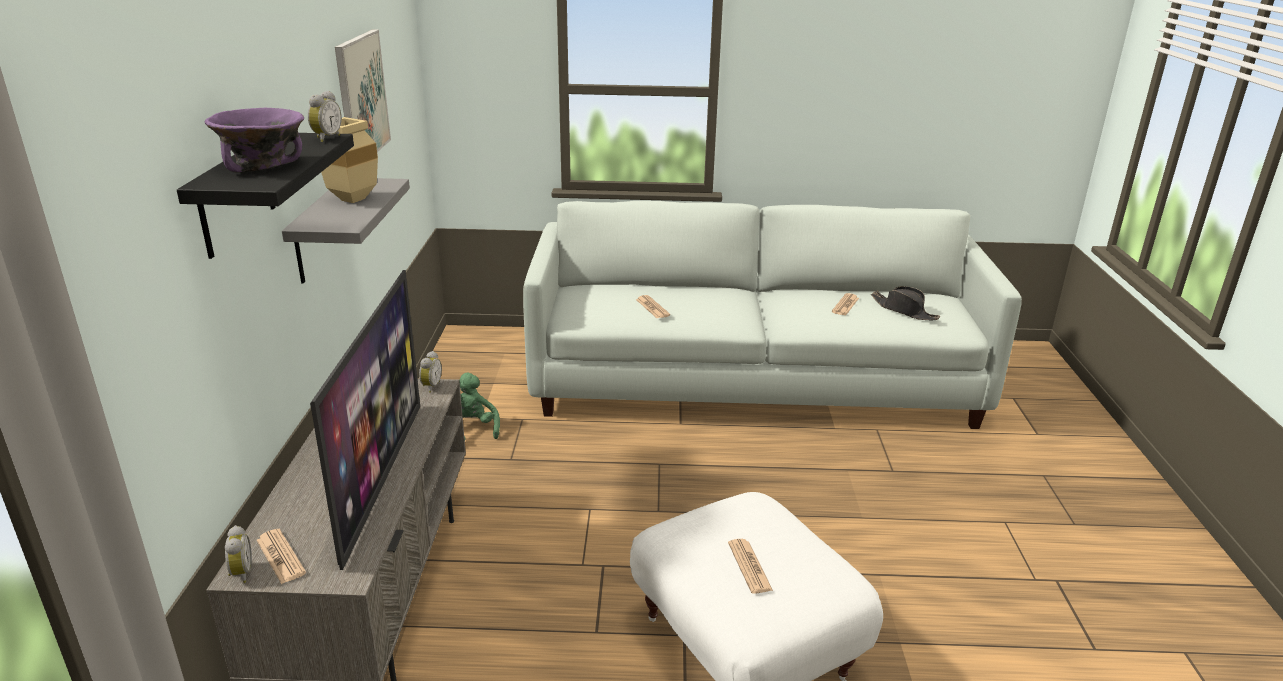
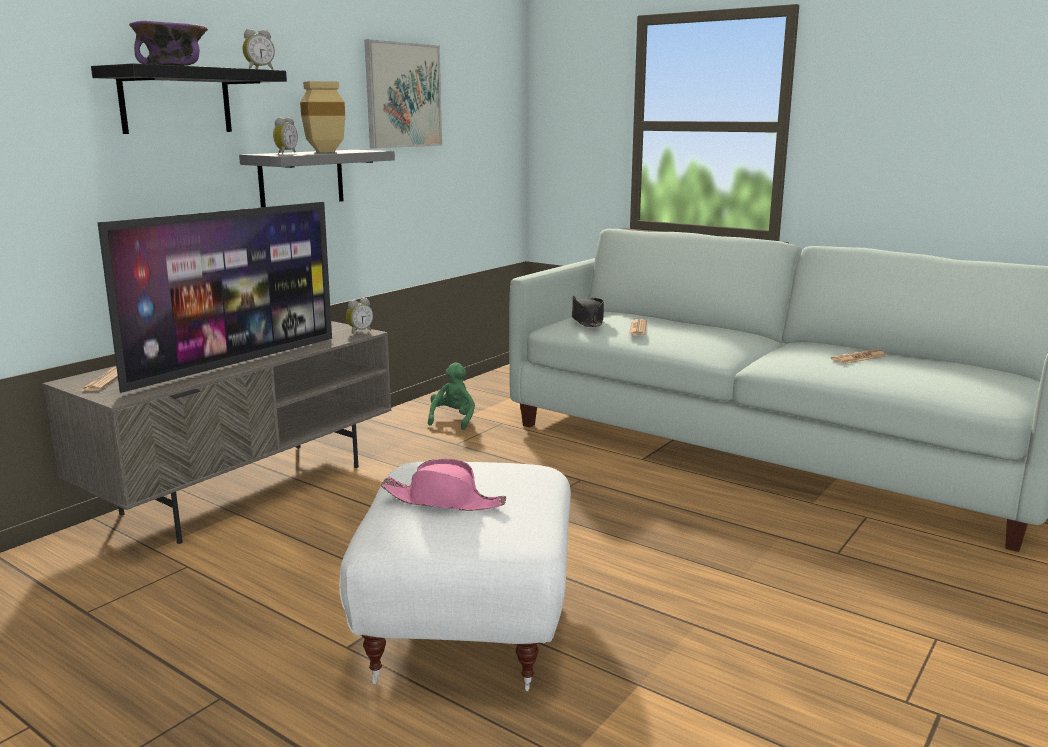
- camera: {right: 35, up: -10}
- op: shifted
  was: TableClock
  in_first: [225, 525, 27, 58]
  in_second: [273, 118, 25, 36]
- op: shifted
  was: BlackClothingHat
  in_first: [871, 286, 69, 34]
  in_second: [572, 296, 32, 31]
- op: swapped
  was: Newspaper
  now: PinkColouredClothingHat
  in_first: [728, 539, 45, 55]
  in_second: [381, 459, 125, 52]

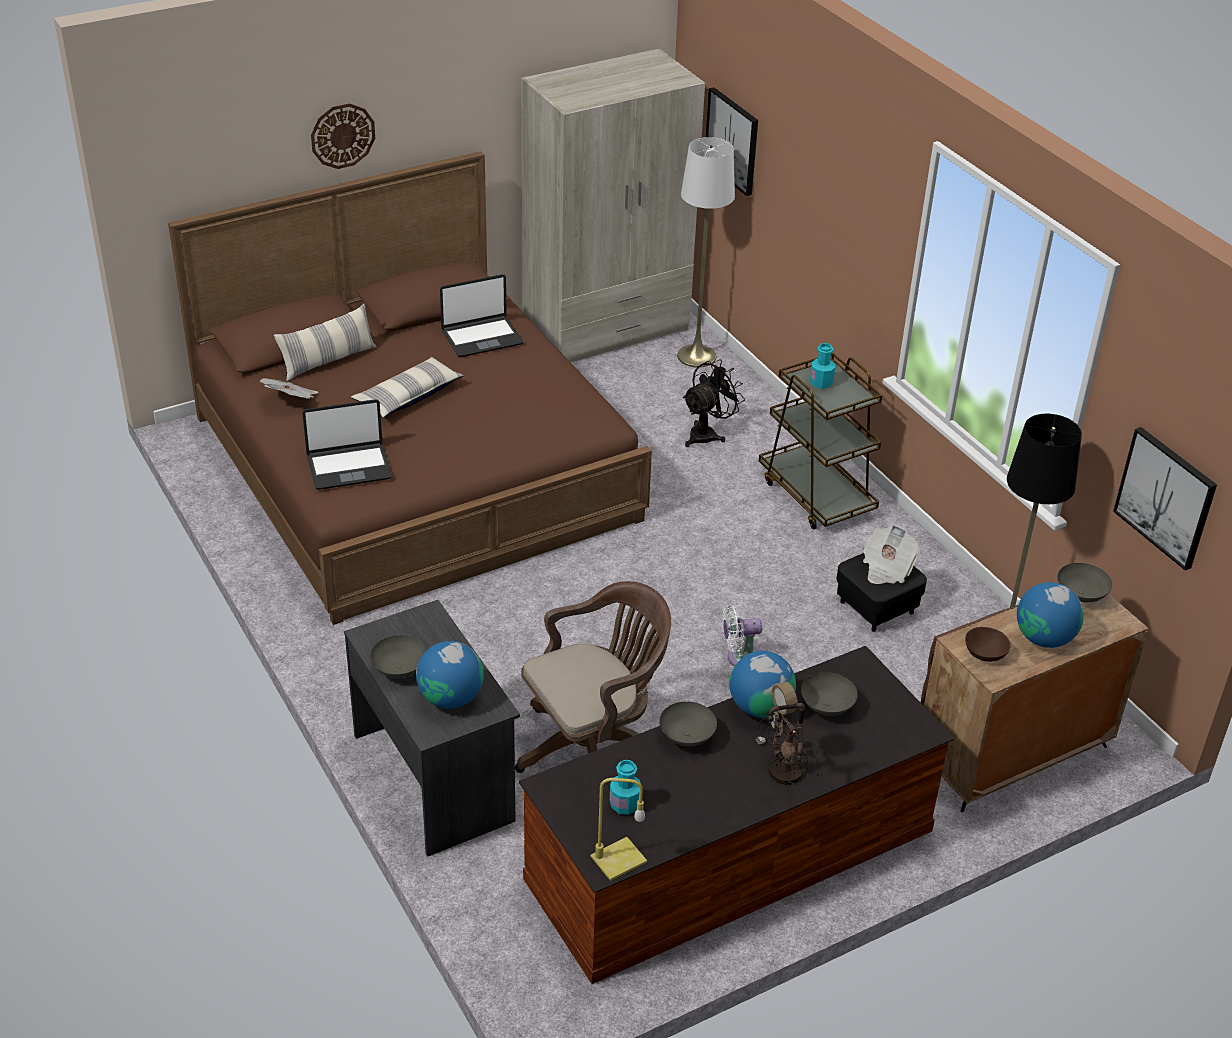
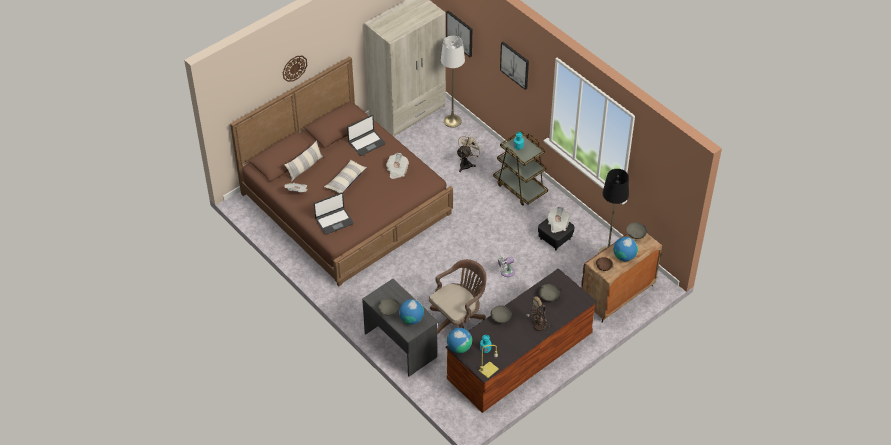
- camera: {right: -10, up: 10}
- op: new
  now: Newspaper
  in_second: [386, 153, 23, 26]
- op: shifted
  was: DeskGlobe
  in_first: [729, 651, 67, 67]
  in_second: [447, 328, 25, 25]
- op: shifted
  was: WallArt
  in_first: [1113, 427, 104, 144]
  in_second: [500, 42, 29, 48]
- op: repainted
  was: BlackCoolingFan
  now: SandColouredCoolingFan
  in_first: [683, 359, 62, 88]
  in_second: [456, 134, 27, 38]

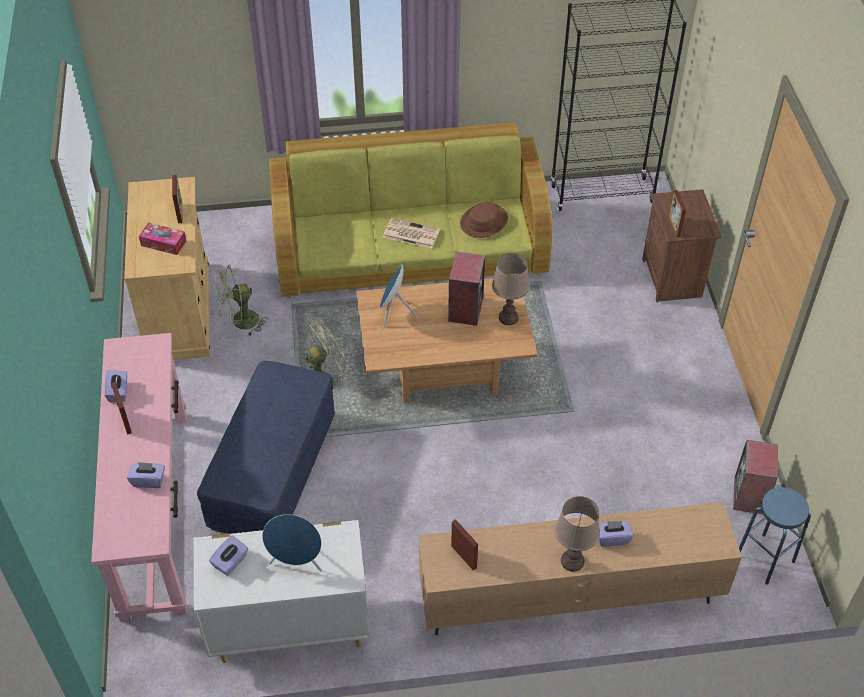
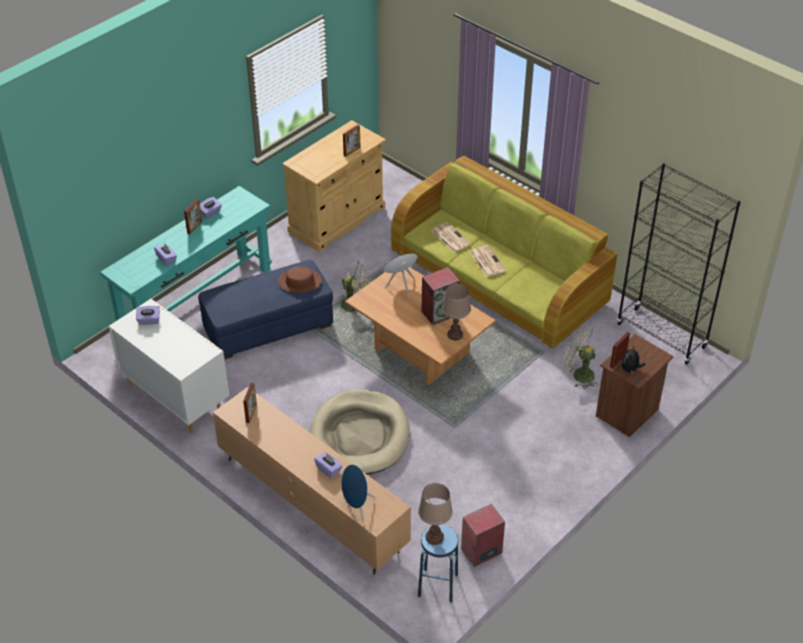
- camera: {right: 50, up: -5}
- op: gone
  was: TissueHolder
  in_first: [139, 222, 47, 33]
- op: new
  now: SandColouredDogCushion
  in_second: [309, 390, 101, 85]
- op: new
  now: Newspaper
  in_second: [432, 222, 39, 30]
- op: new
  now: SoftToy
  in_second: [621, 345, 24, 29]
- op: shifted
  was: GreenColouredCoolingFan
  in_first: [214, 265, 54, 72]
  in_second: [562, 326, 36, 63]
- op: shifted
  was: BlueLoudspeaker
  in_first: [262, 514, 60, 57]
  in_second: [341, 464, 35, 58]
- op: shifted
  was: BrownishClothingHat
  in_first: [460, 202, 48, 36]
  in_second: [278, 267, 44, 26]
- op: shifted
  was: BrownishTabletopLamp
  in_first: [555, 496, 45, 76]
  in_second: [418, 483, 35, 62]
- op: repainted
  was: PinkColouredHallTable
  now: BlueGreenHallTable
  in_first: [91, 333, 96, 289]
  in_second: [100, 186, 172, 135]

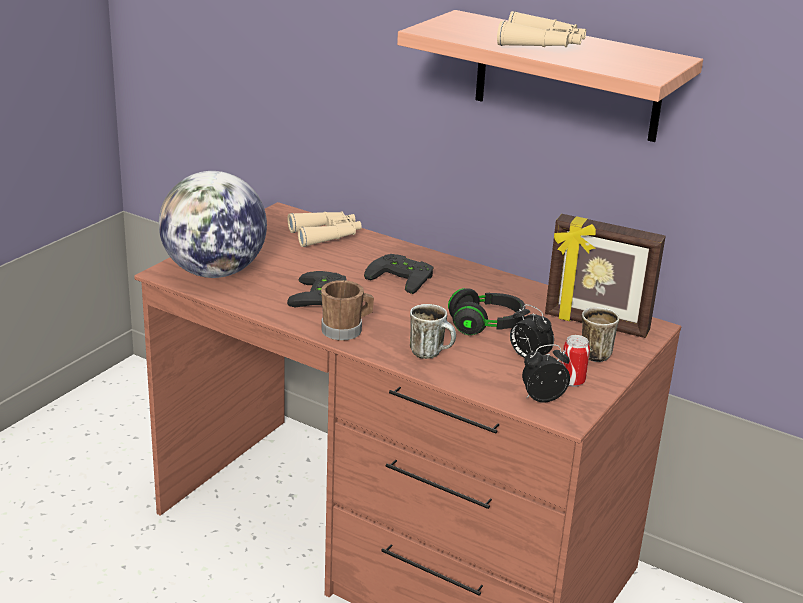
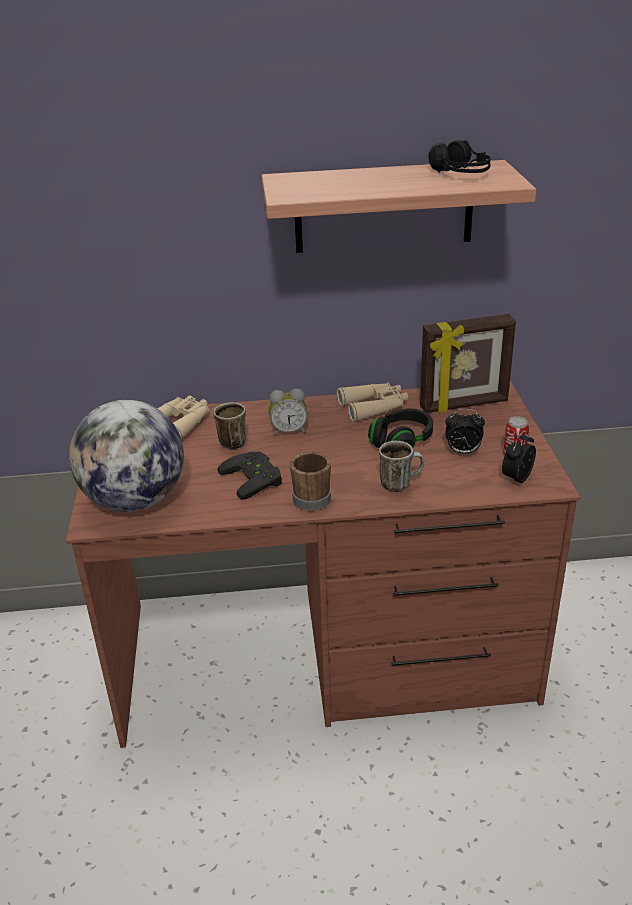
- camera: {right: -35, up: 5}
- op: new
  now: BlackHeadphones
  in_second: [428, 140, 63, 33]
- op: shifted
  was: SandColouredBinoculars
  in_first: [497, 11, 89, 36]
  in_second: [337, 383, 71, 39]
- op: shifted
  was: CoffeeMug
  in_first: [582, 307, 37, 55]
  in_second: [213, 402, 34, 47]
- op: swapped
  was: BlackGamepad
  now: TableClock
  in_first: [364, 254, 69, 40]
  in_second: [269, 389, 39, 47]

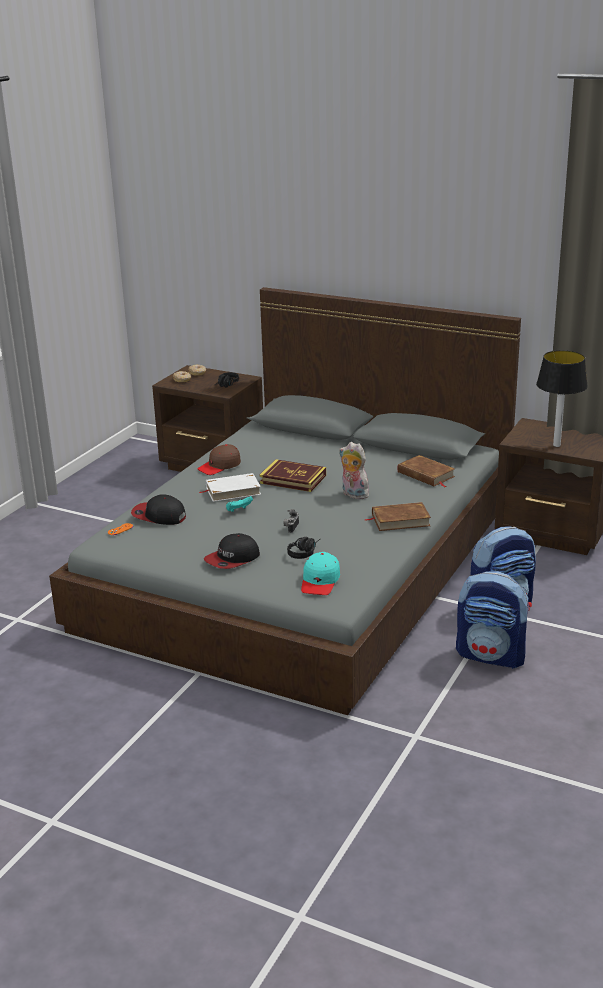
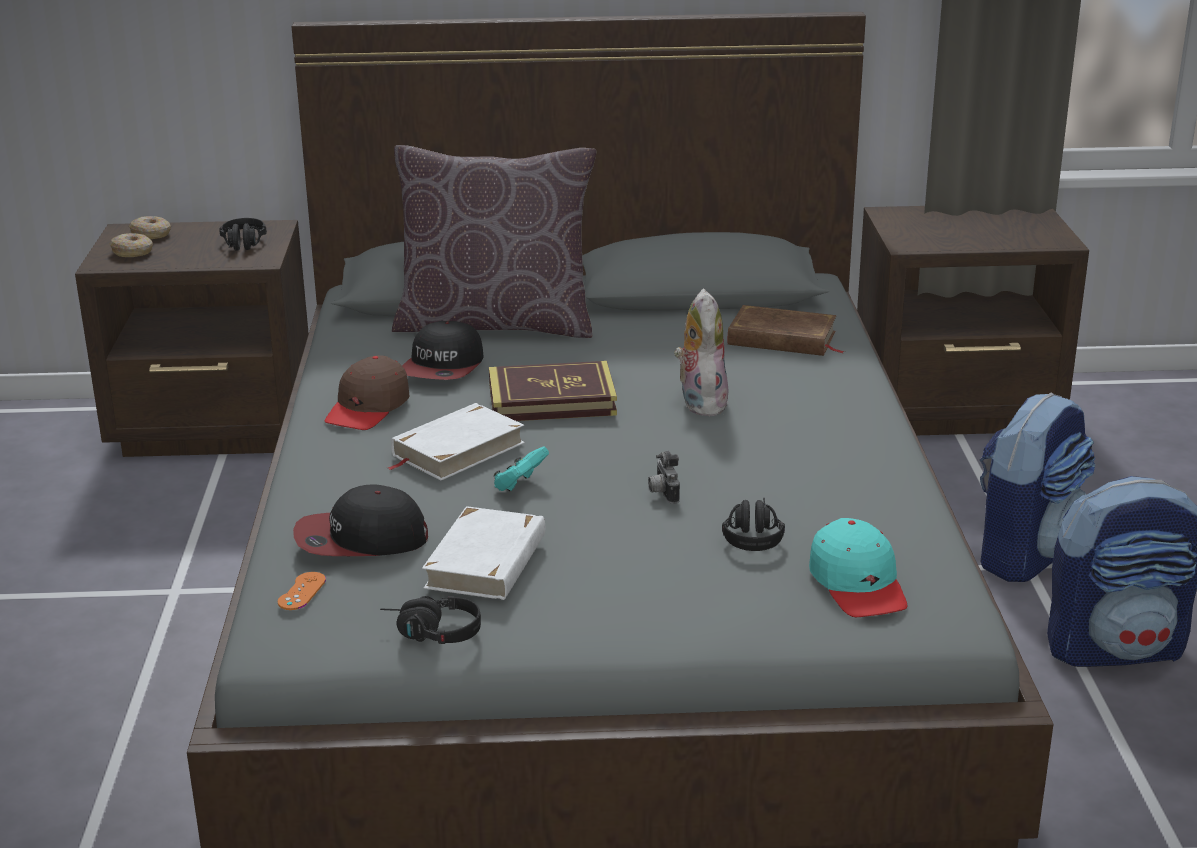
- camera: {right: -30, up: 0}
- op: gone
  was: BrownishBook
  in_first: [365, 502, 66, 29]
- op: gone
  was: TabletopLamp
  in_first: [536, 350, 52, 97]
- op: new
  now: BlackHeadphones
  in_second: [380, 596, 101, 48]
- op: new
  now: BrownishPillow
  in_second: [392, 145, 204, 193]
- op: new
  now: WhiteColouredBook
  in_second: [422, 506, 123, 94]
- op: shifted
  was: PeakedCap
  in_first: [203, 533, 57, 36]
  in_second: [402, 321, 82, 59]
- op: rotated
  was: SoftToy
  in_first: [339, 442, 30, 57]
  in_second: [674, 289, 54, 127]
  clockwise: 75

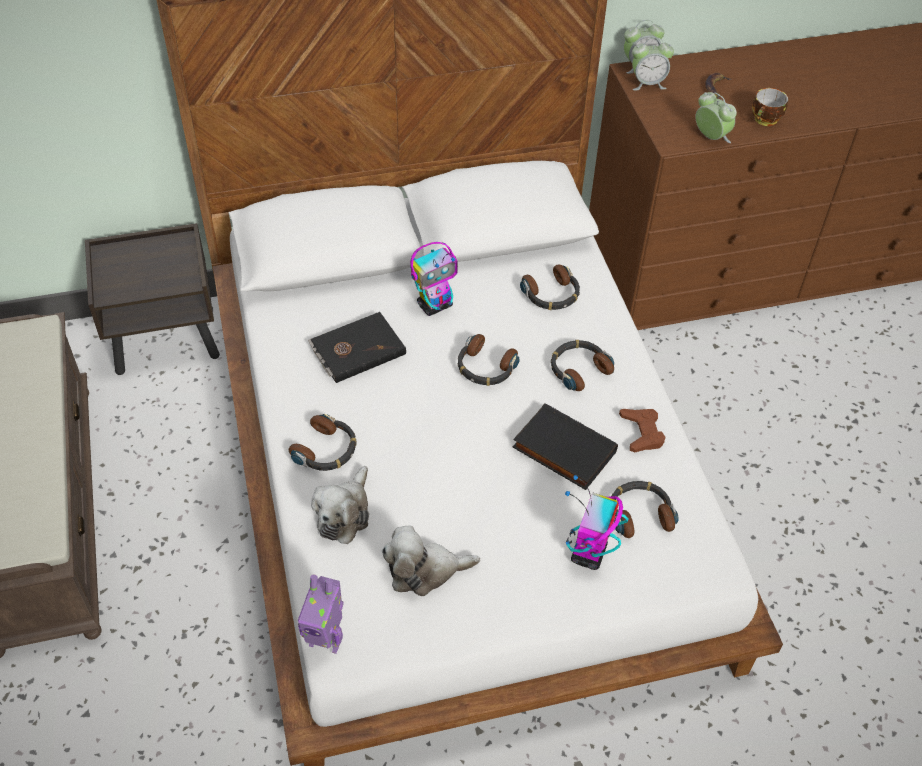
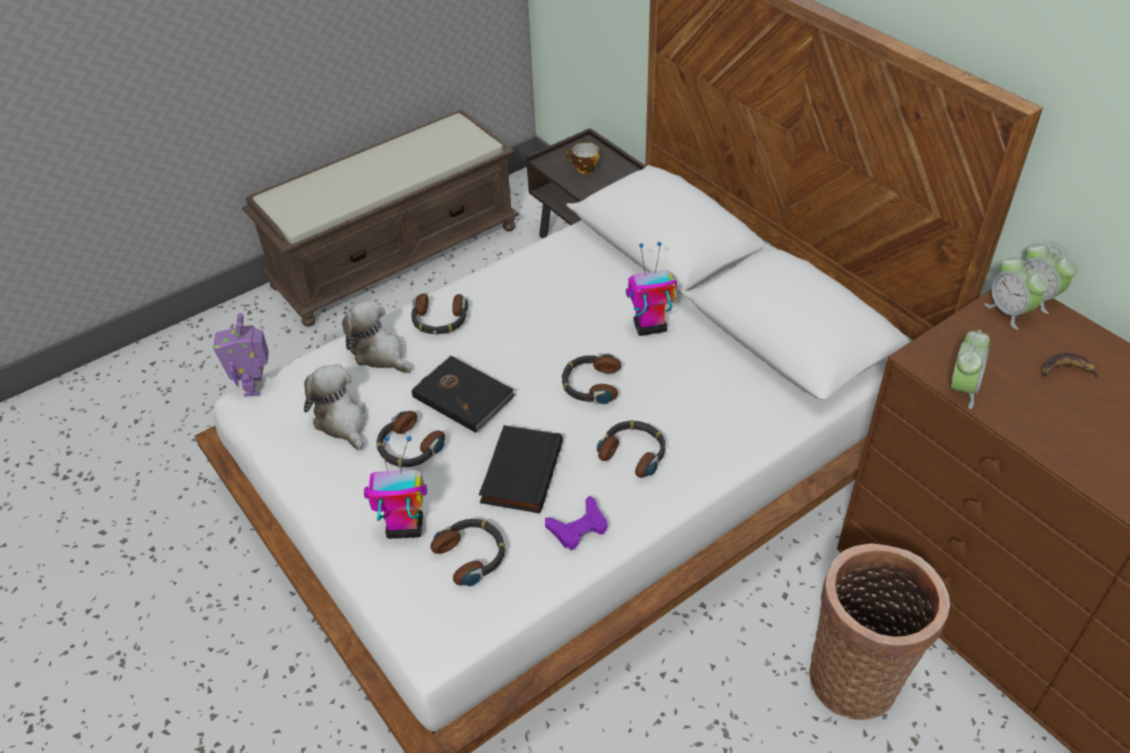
- camera: {right: 70, up: -5}
- op: new
  now: Basket
  in_second: [810, 543, 140, 177]
- op: shifted
  was: BlackBook
  in_first: [308, 312, 98, 71]
  in_second: [412, 355, 103, 78]
- op: shifted
  was: Headphones
  in_first: [520, 265, 60, 45]
  in_second: [376, 411, 69, 57]
- op: shifted
  was: SmallCup
  in_first: [752, 88, 36, 38]
  in_second: [566, 142, 34, 32]
- op: repainted
  was: BrownishGamepad
  now: PurpleGamepad
  in_first: [619, 409, 46, 43]
  in_second: [545, 496, 63, 54]
- op: rotated
  was: SoftToy
  in_first: [311, 466, 58, 78]
  in_second: [342, 300, 70, 73]
  clockwise: 45
- op: rotated
  was: RobotFigure
  in_first: [410, 242, 48, 74]
  in_second: [626, 242, 52, 94]
  clockwise: 135

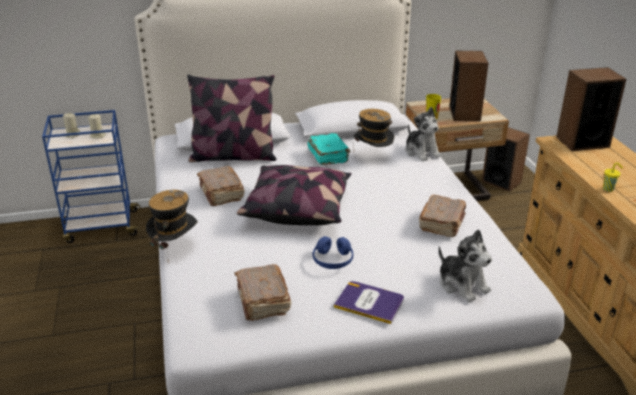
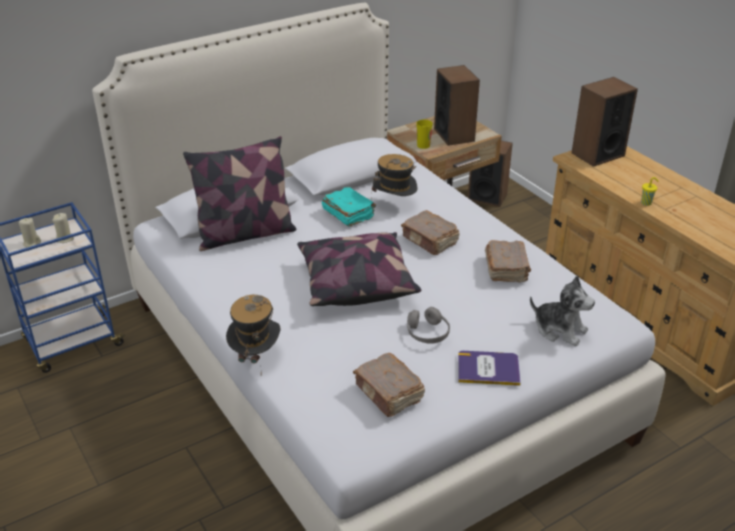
- camera: {right: -20, up: 5}
- op: gone
  was: SoftToy
  in_first: [405, 107, 36, 54]
- op: shifted
  was: BrownishBook
  in_first: [197, 166, 48, 40]
  in_second: [401, 210, 59, 45]
- op: repainted
  was: BlueHeadphones
  now: GreyishHeadphones
  in_first: [312, 236, 41, 33]
  in_second: [407, 307, 43, 37]

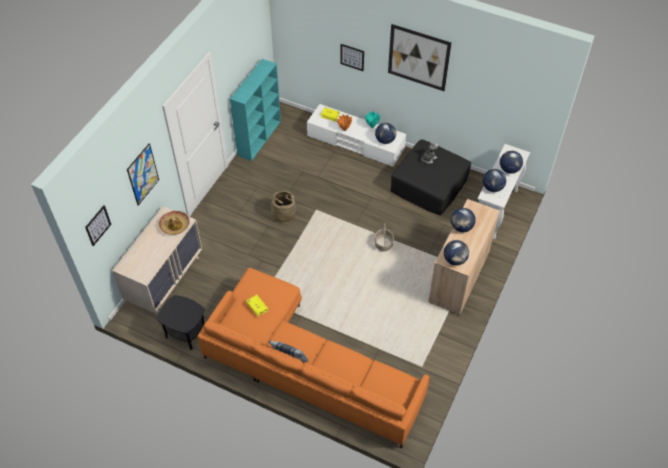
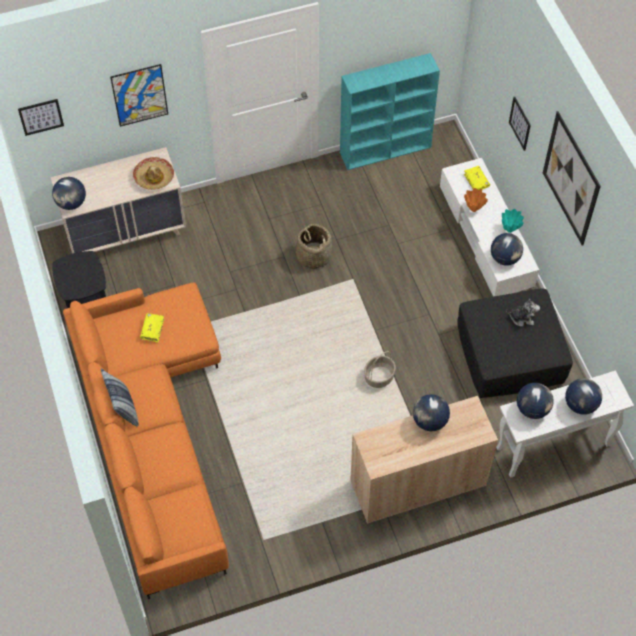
- camera: {right: 45, up: 5}
- op: shifted
  was: DeskGlobe
  in_first: [444, 240, 25, 25]
  in_second: [52, 177, 34, 33]

